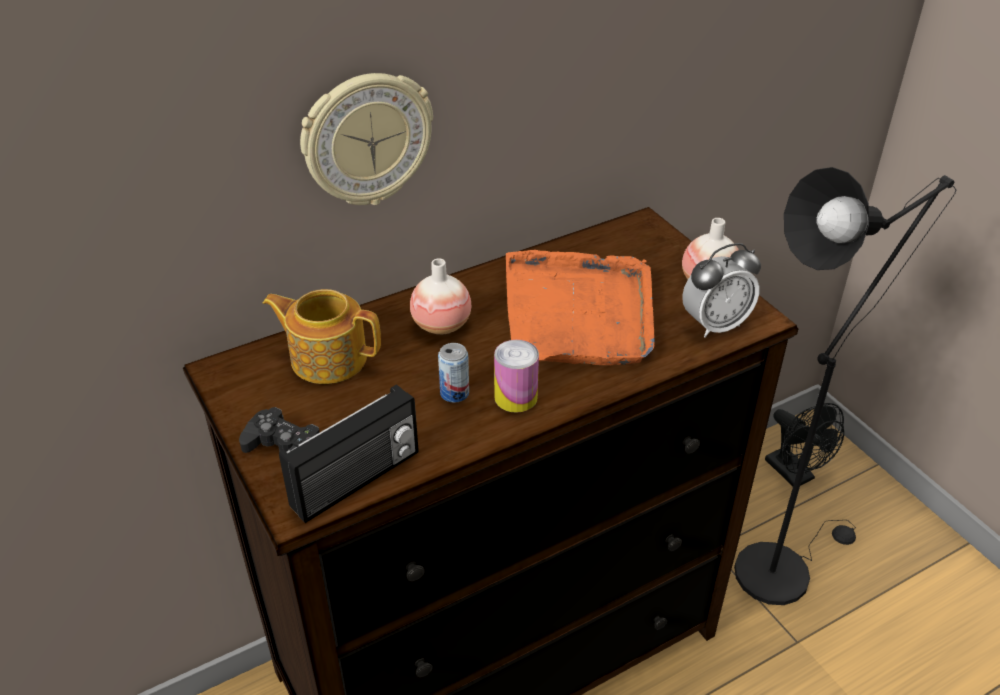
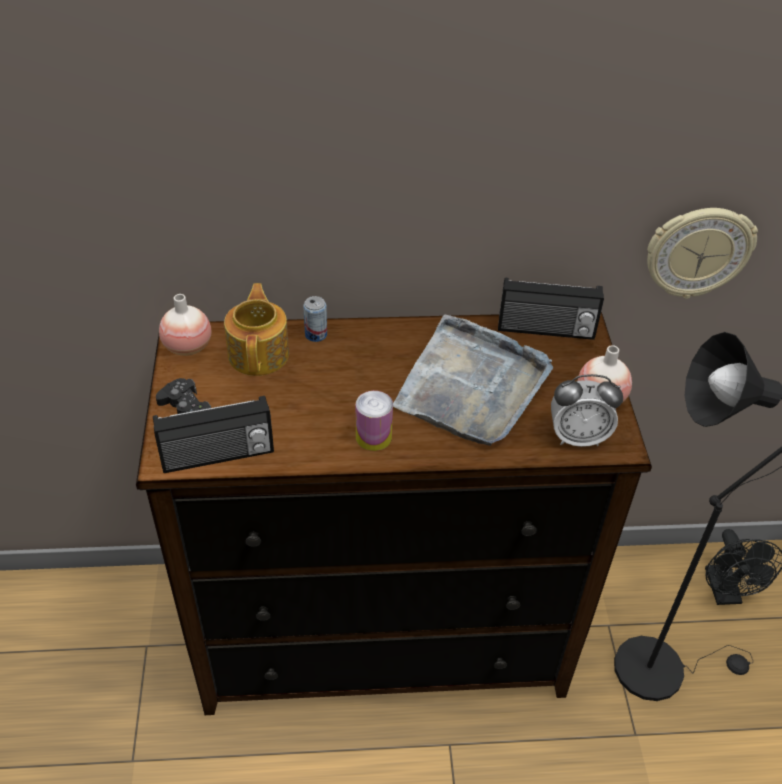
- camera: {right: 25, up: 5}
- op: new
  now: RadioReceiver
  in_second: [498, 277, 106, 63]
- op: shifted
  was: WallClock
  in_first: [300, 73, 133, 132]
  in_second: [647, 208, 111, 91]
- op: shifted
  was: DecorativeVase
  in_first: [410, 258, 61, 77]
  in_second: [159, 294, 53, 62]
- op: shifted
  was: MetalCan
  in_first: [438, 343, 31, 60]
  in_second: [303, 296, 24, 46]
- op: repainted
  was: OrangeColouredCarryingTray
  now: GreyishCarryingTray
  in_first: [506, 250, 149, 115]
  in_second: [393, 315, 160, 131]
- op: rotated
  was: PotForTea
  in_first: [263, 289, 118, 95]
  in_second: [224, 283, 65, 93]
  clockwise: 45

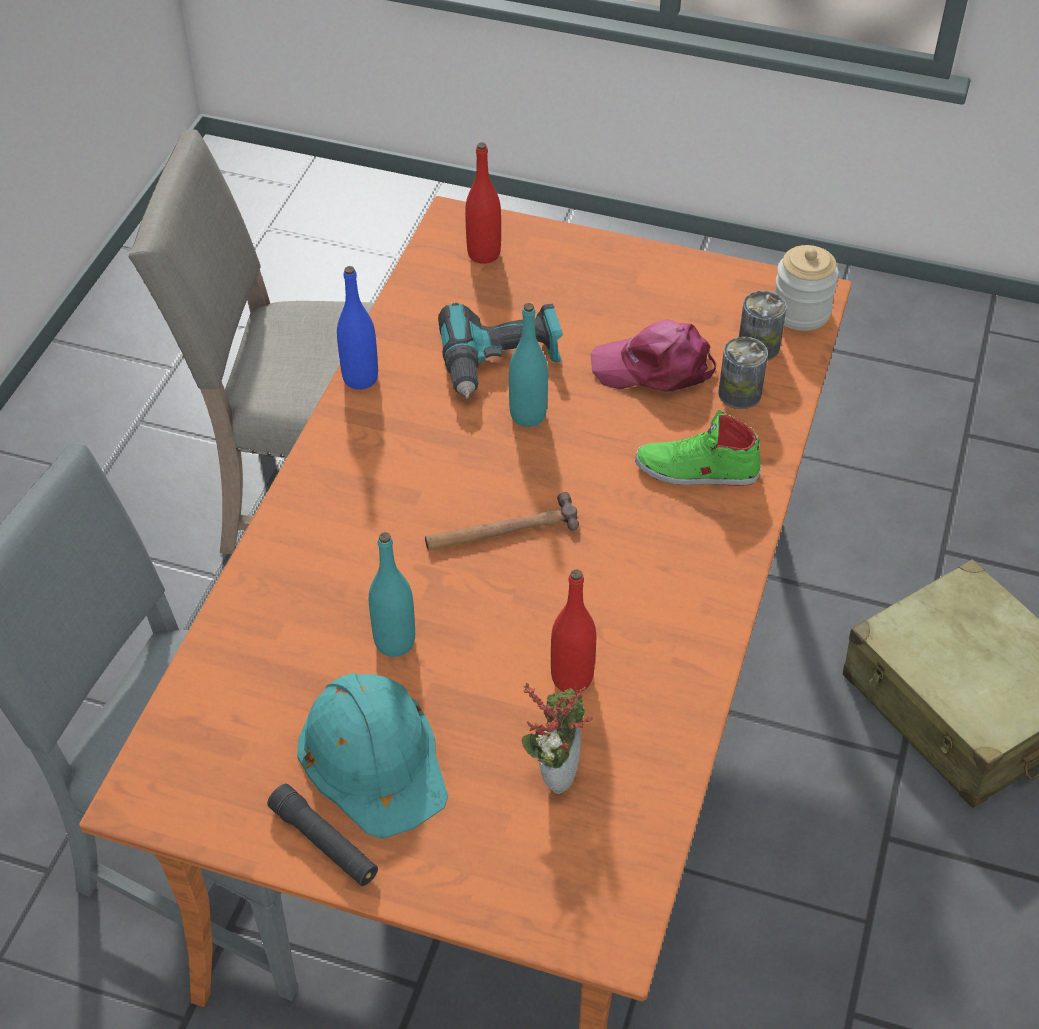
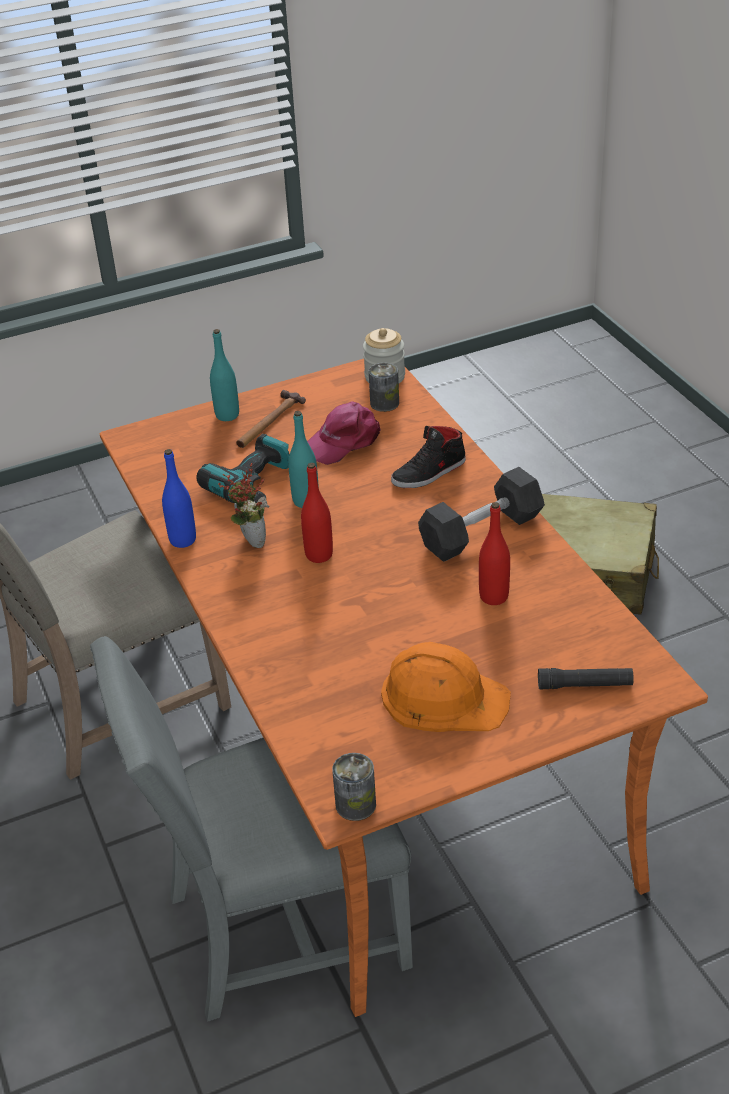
- camera: {right: -40, up: -10}
- op: new
  now: GreyishFreeWeight
  in_second: [418, 467, 127, 95]
- op: shifted
  was: BlackHandTorch
  in_first: [267, 784, 111, 102]
  in_second: [538, 668, 96, 21]
- op: shifted
  was: BlueGreenDrinkBottle
  in_first: [369, 532, 46, 125]
  in_second: [210, 329, 29, 92]
- op: shifted
  was: ToolHammer
  in_first: [425, 492, 154, 59]
  in_second: [236, 390, 70, 58]
- op: shifted
  was: ReddishDrinkBottle
  in_first: [465, 142, 36, 122]
  in_second: [301, 463, 32, 100]
- op: shifted
  was: PottedPlant
  in_first: [522, 683, 71, 111]
  in_second: [218, 463, 48, 85]
- op: shifted
  was: MetalCan
  in_first: [718, 337, 50, 72]
  in_second: [332, 753, 44, 68]
- op: repainted
  was: BlueGreenWorkHelmet
  now: OrangeColouredWorkHelmet
  in_first: [297, 673, 151, 166]
  in_second: [381, 642, 130, 90]
- op: repainted
  was: GreenColouredShoe
  now: BlackShoe
  in_first: [635, 410, 126, 76]
  in_second: [391, 426, 75, 62]

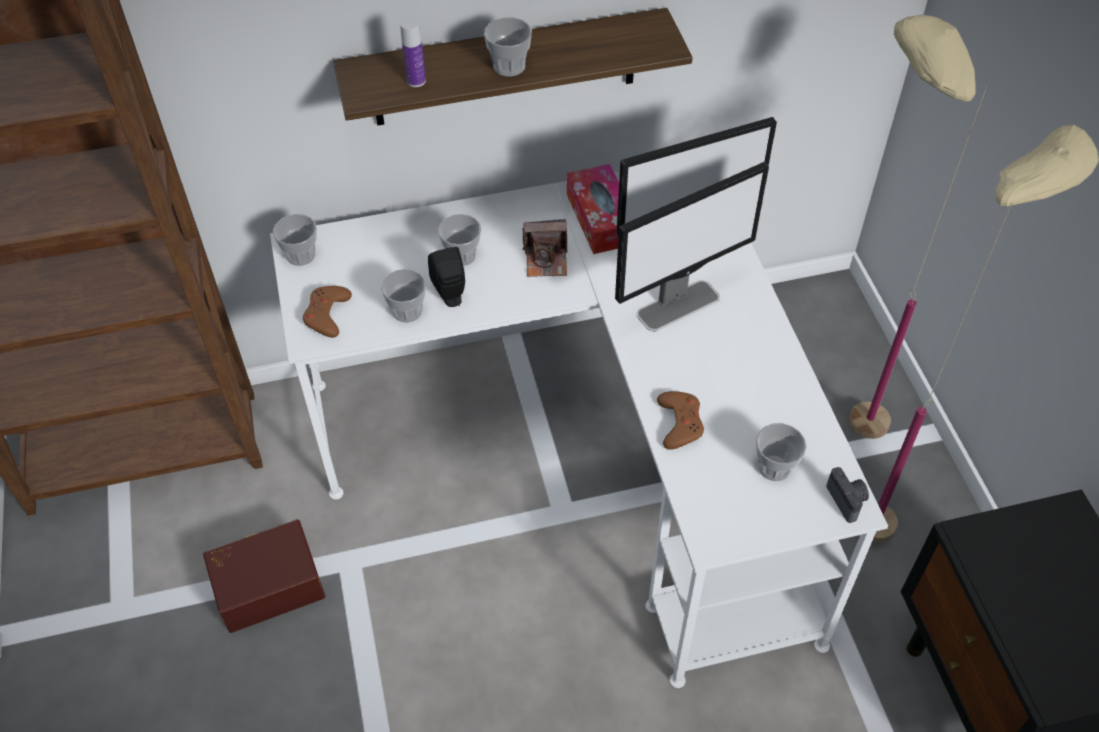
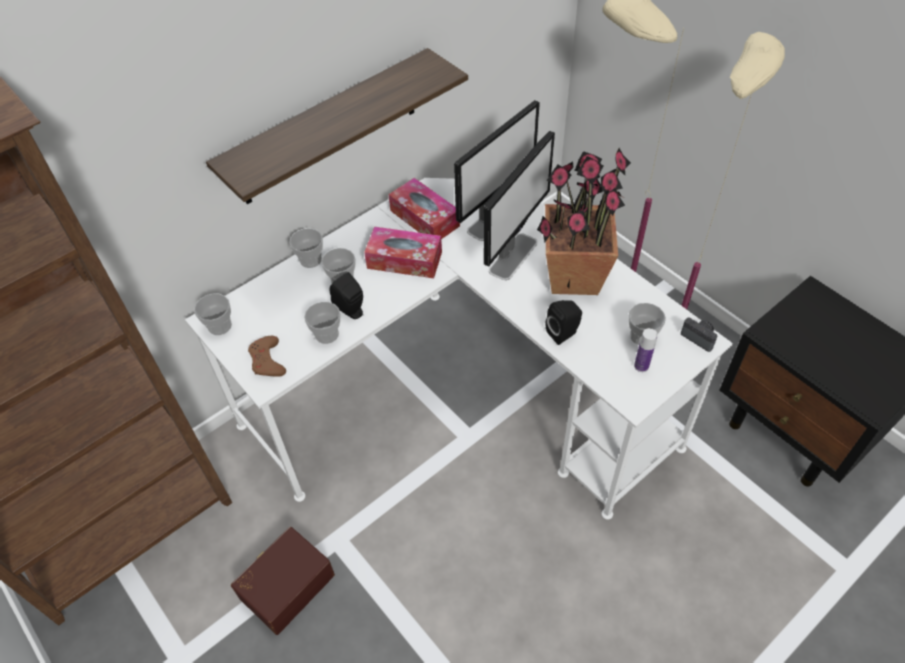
- camera: {right: -25, up: 0}
- op: new
  now: PottedPlant
  in_second: [537, 148, 94, 147]
- op: shifted
  was: DrinkBottle
  in_first: [400, 18, 26, 69]
  in_second: [634, 328, 24, 44]
- op: shifted
  was: SmallCup
  in_first: [484, 17, 48, 59]
  in_second: [289, 228, 34, 40]
- op: swapped
  was: StillCamera
  now: TissueHolder
  in_first: [522, 219, 45, 58]
  in_second: [364, 227, 78, 51]
- op: swapped
  was: BrownishGamepad
  now: BlackLoudspeaker
  in_first: [657, 391, 47, 59]
  in_second: [545, 300, 37, 45]

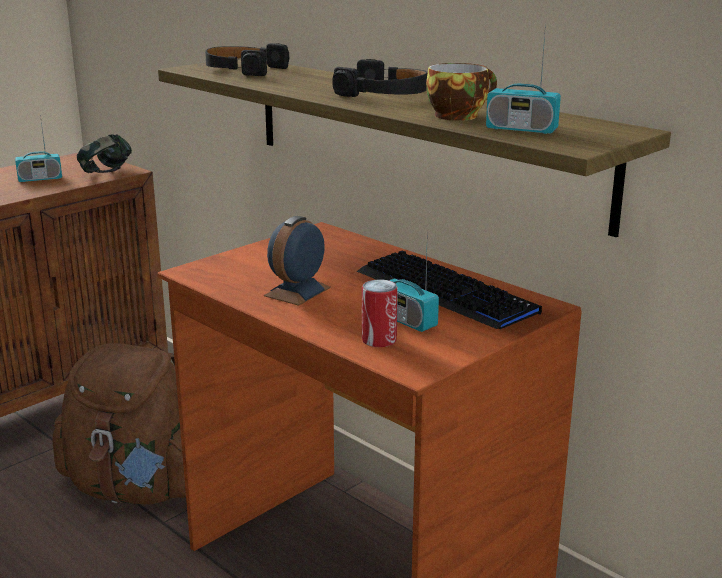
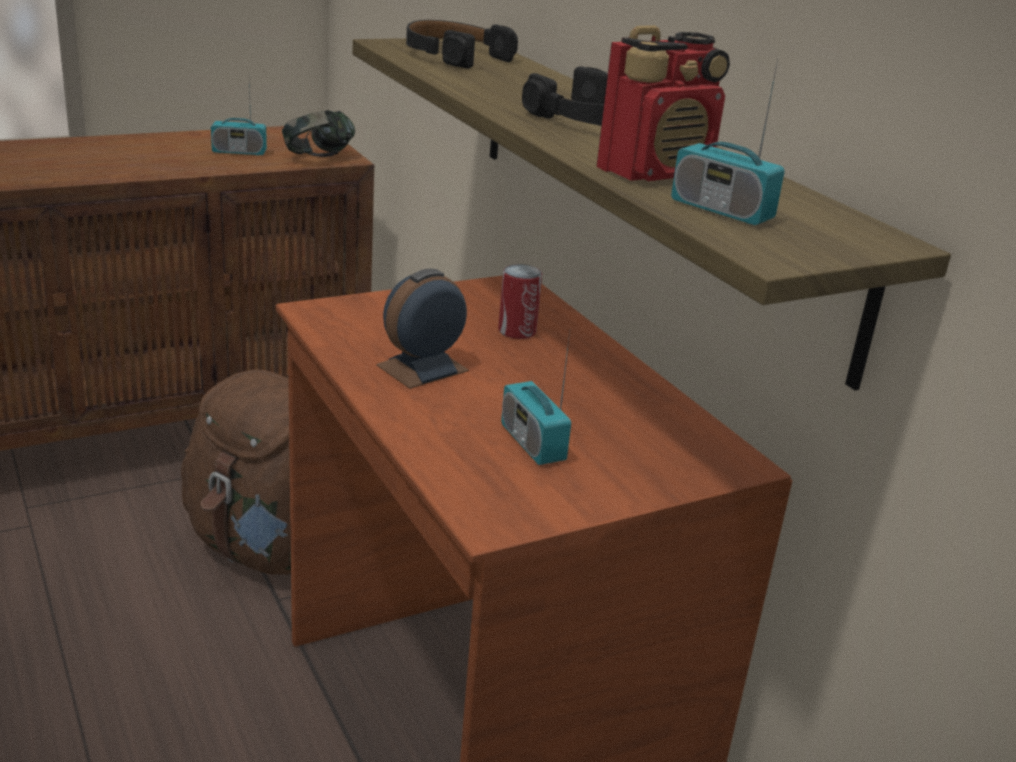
- camera: {right: 15, up: 5}
- op: gone
  was: Keyboard
  in_first: [357, 250, 185, 79]
- op: shifted
  was: MetalCan
  in_first: [362, 279, 36, 68]
  in_second: [498, 264, 44, 75]
- op: swapped
  was: SmallCup
  now: RadioReceiver
  in_first: [426, 63, 71, 58]
  in_second: [597, 25, 133, 156]

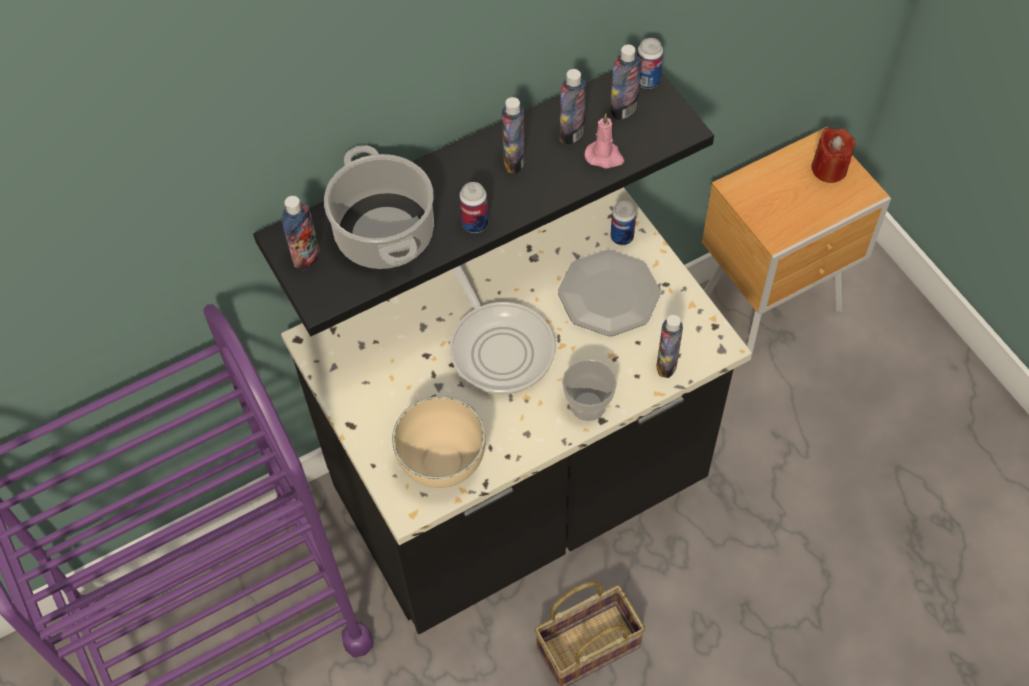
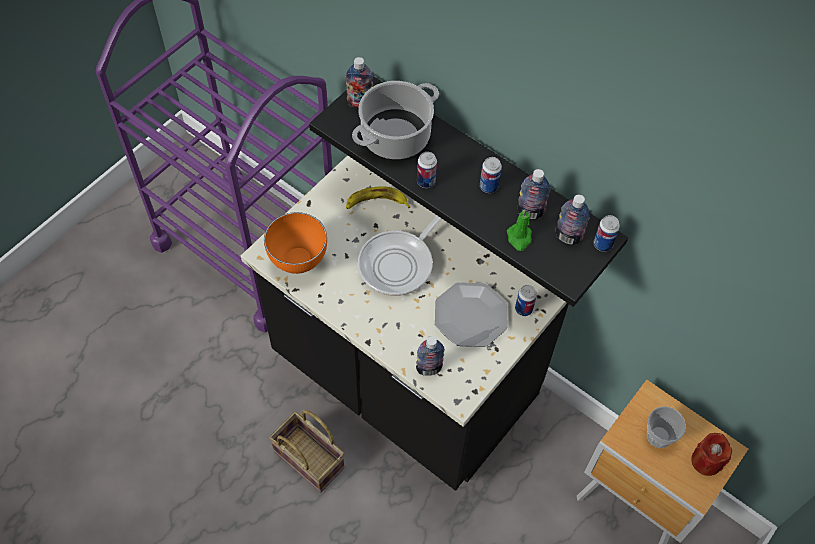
- camera: {right: 65, up: 0}
- op: new
  now: WholeBanana
  in_second: [346, 186, 64, 23]
- op: shifted
  was: SmallCup
  in_first: [562, 359, 55, 62]
  in_second: [646, 406, 40, 42]
- op: swapped
  was: DrinkBottle
  now: MetalCan
  in_first: [502, 97, 23, 76]
  in_second: [480, 157, 22, 36]
- op: repainted
  was: SandColouredDeepDish
  now: OrangeColouredDeepDish
  in_first: [392, 396, 94, 92]
  in_second: [264, 212, 63, 62]
- op: repainted
  was: PinkColouredCandle
  now: GreenColouredCandle
  in_first: [584, 113, 40, 56]
  in_second: [507, 209, 25, 42]

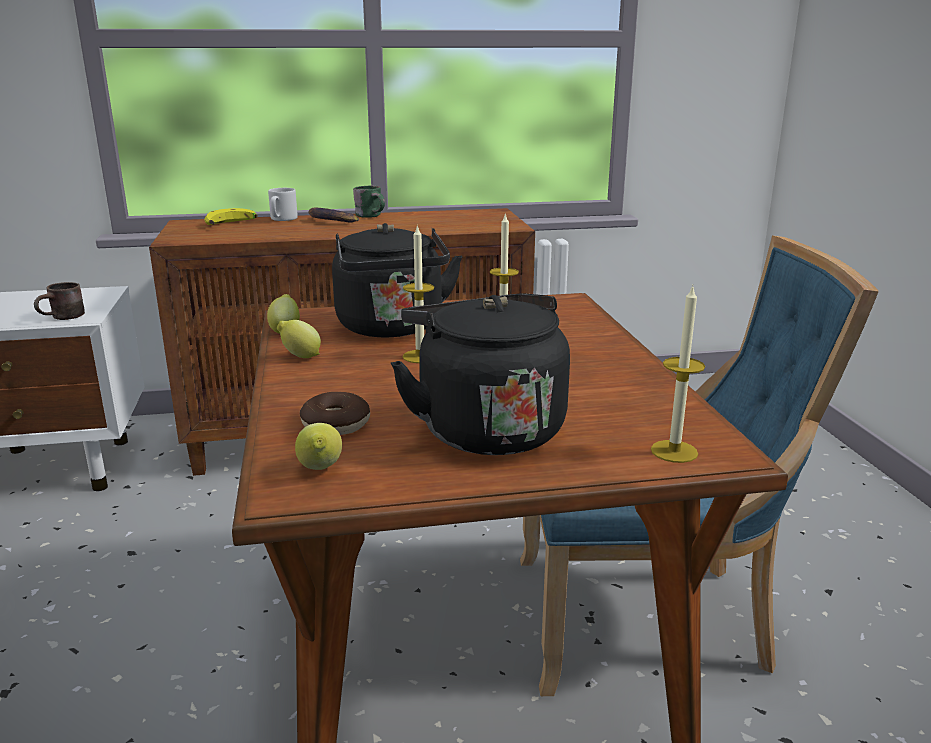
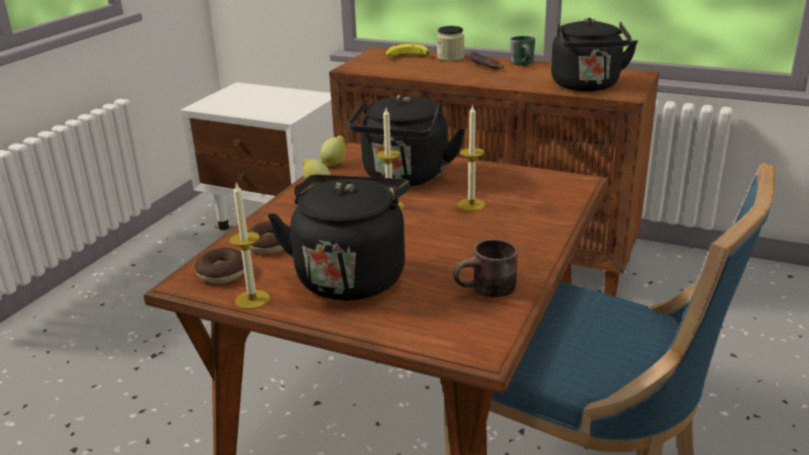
- camera: {right: 35, up: 5}
- op: new
  now: BlackTeaKettle
  in_second: [551, 18, 87, 73]
- op: shifted
  was: BrownishCoffeeMug
  in_first: [34, 282, 51, 38]
  in_second: [453, 239, 64, 58]
- op: shifted
  was: Candle
  in_first: [651, 286, 54, 177]
  in_second: [229, 182, 41, 127]
- op: swapped
  was: GreyishCoffeeMug
  now: Jar
  in_first: [268, 188, 30, 33]
  in_second: [437, 26, 27, 35]
- op: swapped
  was: CitrusFruit
  now: Donut
  in_first: [295, 423, 47, 47]
  in_second: [195, 248, 49, 35]

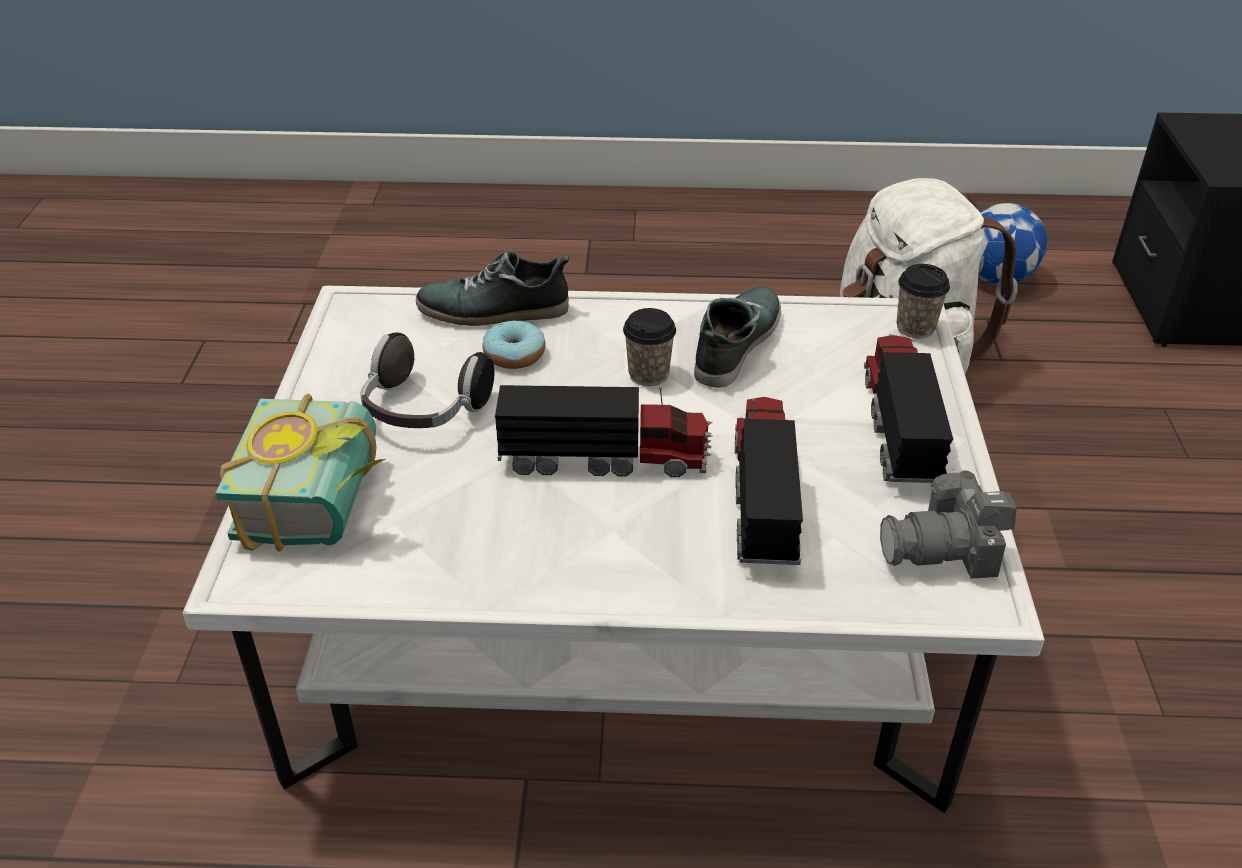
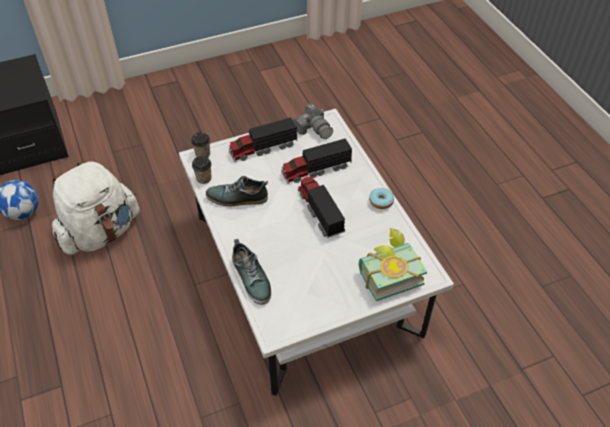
- camera: {right: -115, up: 10}
- op: gone
  was: Headphones
  in_first: [360, 332, 135, 96]
- op: shifted
  was: Donut
  in_first: [482, 320, 64, 49]
  in_second: [369, 188, 25, 21]
- op: shifted
  was: SmallCup
  in_first: [623, 308, 53, 78]
  in_second: [192, 156, 20, 28]

